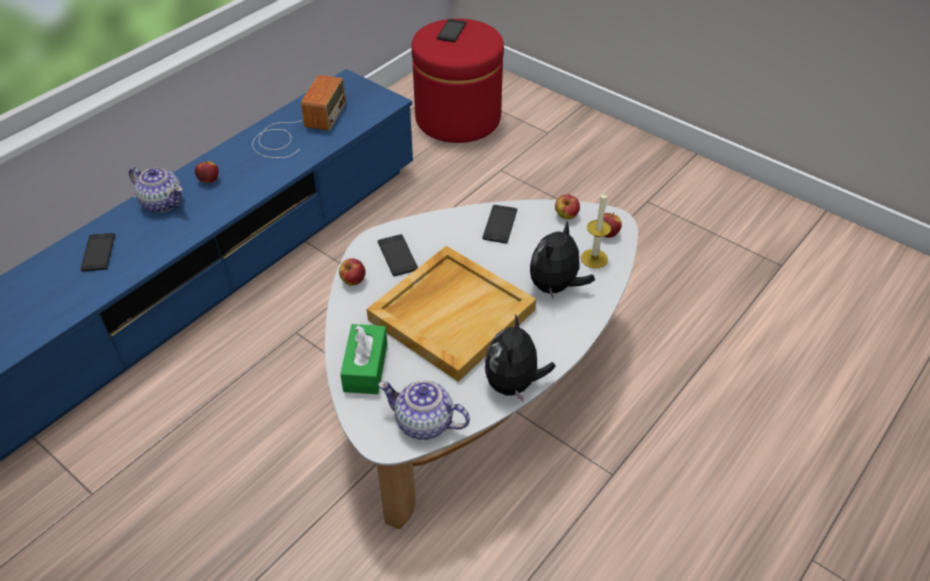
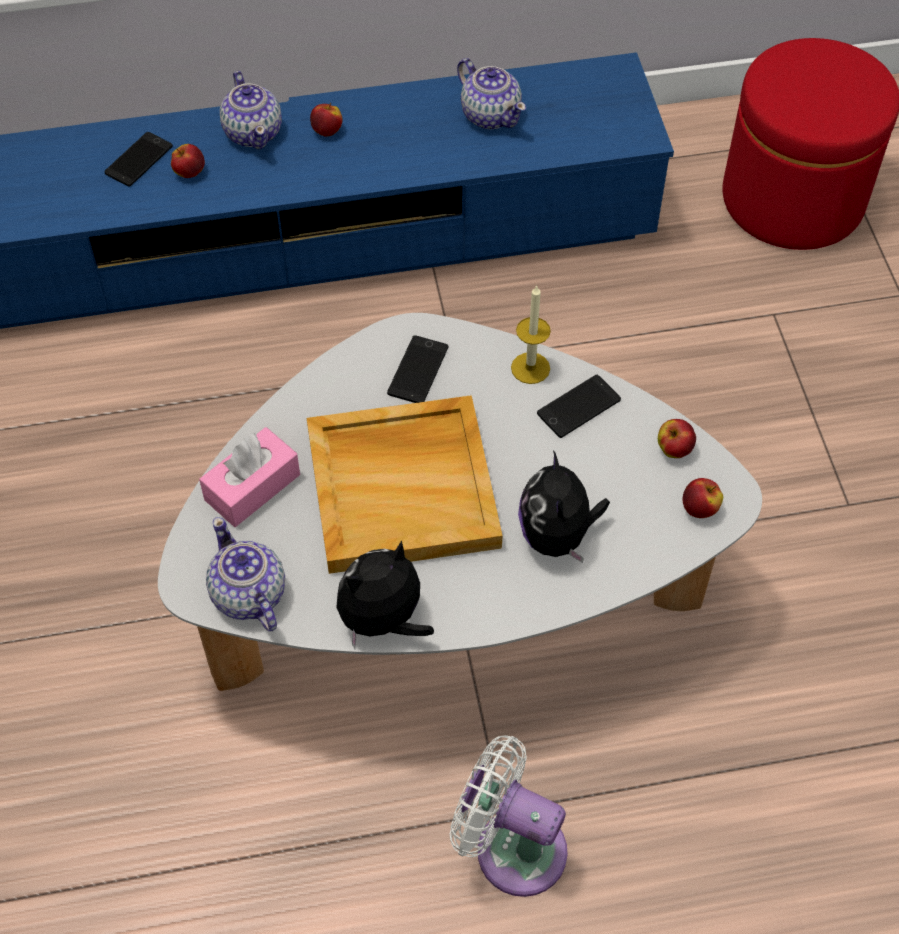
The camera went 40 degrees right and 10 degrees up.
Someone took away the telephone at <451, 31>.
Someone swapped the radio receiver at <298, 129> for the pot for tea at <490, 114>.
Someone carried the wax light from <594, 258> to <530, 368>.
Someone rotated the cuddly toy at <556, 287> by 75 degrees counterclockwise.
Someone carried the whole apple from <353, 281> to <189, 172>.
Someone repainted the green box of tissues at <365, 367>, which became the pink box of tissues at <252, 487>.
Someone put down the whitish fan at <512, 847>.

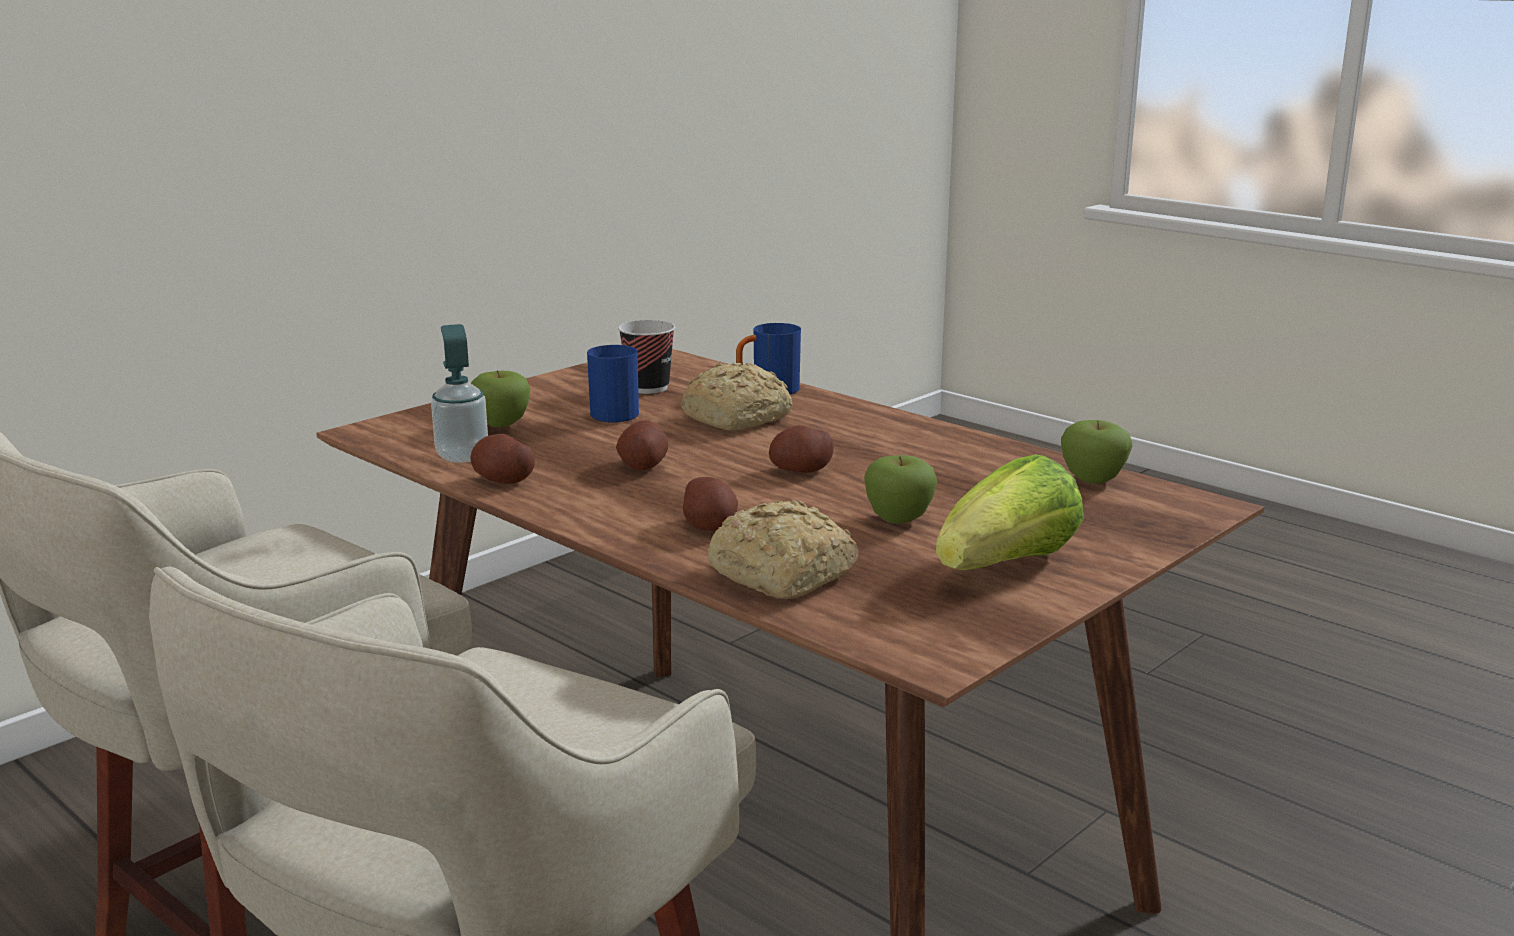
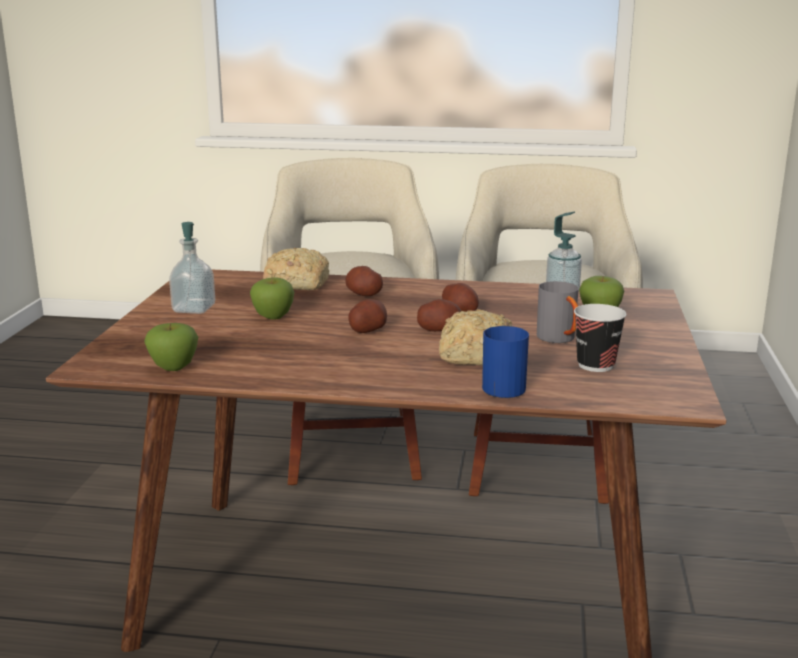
The camera went 145 degrees right and 0 degrees up.
Someone repainted the blue coffee mug at <617, 412>, which became the gray coffee mug at <560, 340>.
Someone carried the potato from <503, 480> to <439, 330>.
Someone swapped the head of lettuce at <1007, 566> for the soap bottle at <194, 309>.

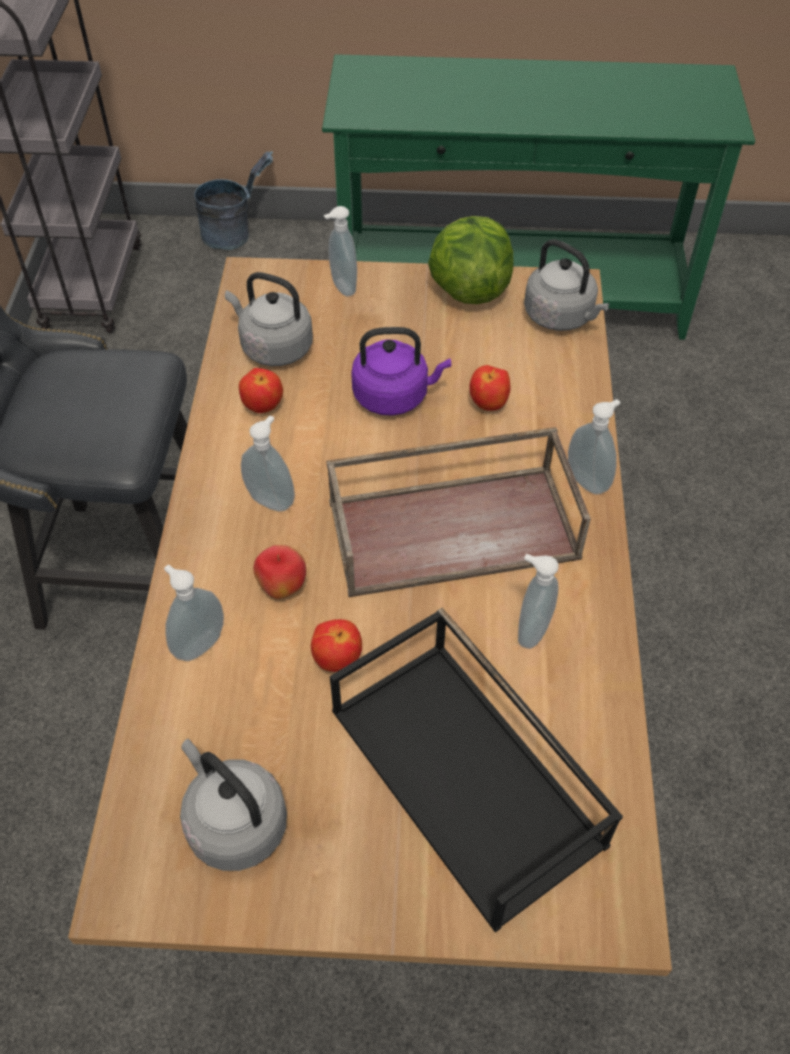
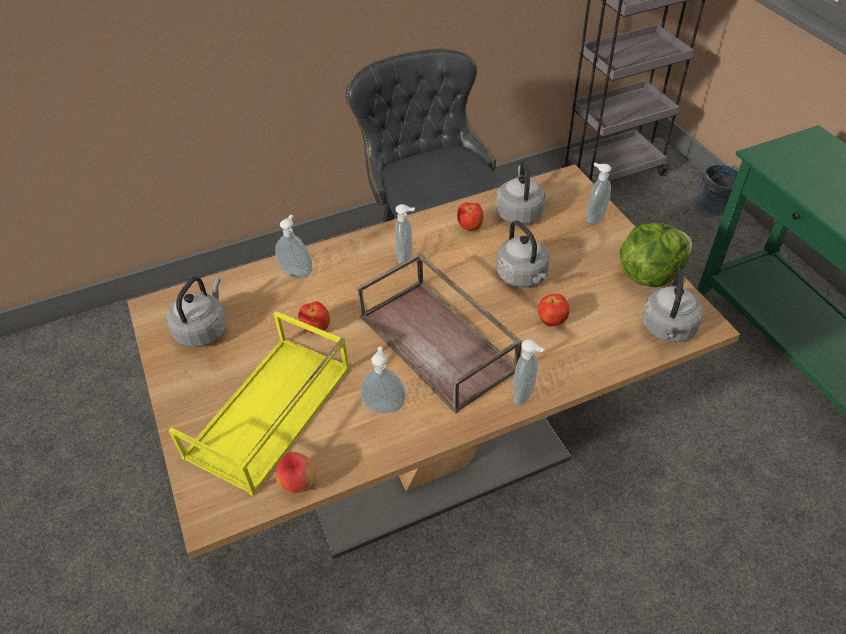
The camera went 65 degrees right and 5 degrees down.
Someone repainted the purple water kettle at <395, 396>, which became the gray water kettle at <523, 276>.
Someone carried the whole apple from <282, 587> to <299, 484>.
Someone repainted the blackish carrying tray at <469, 777>, which became the yellow carrying tray at <270, 413>.

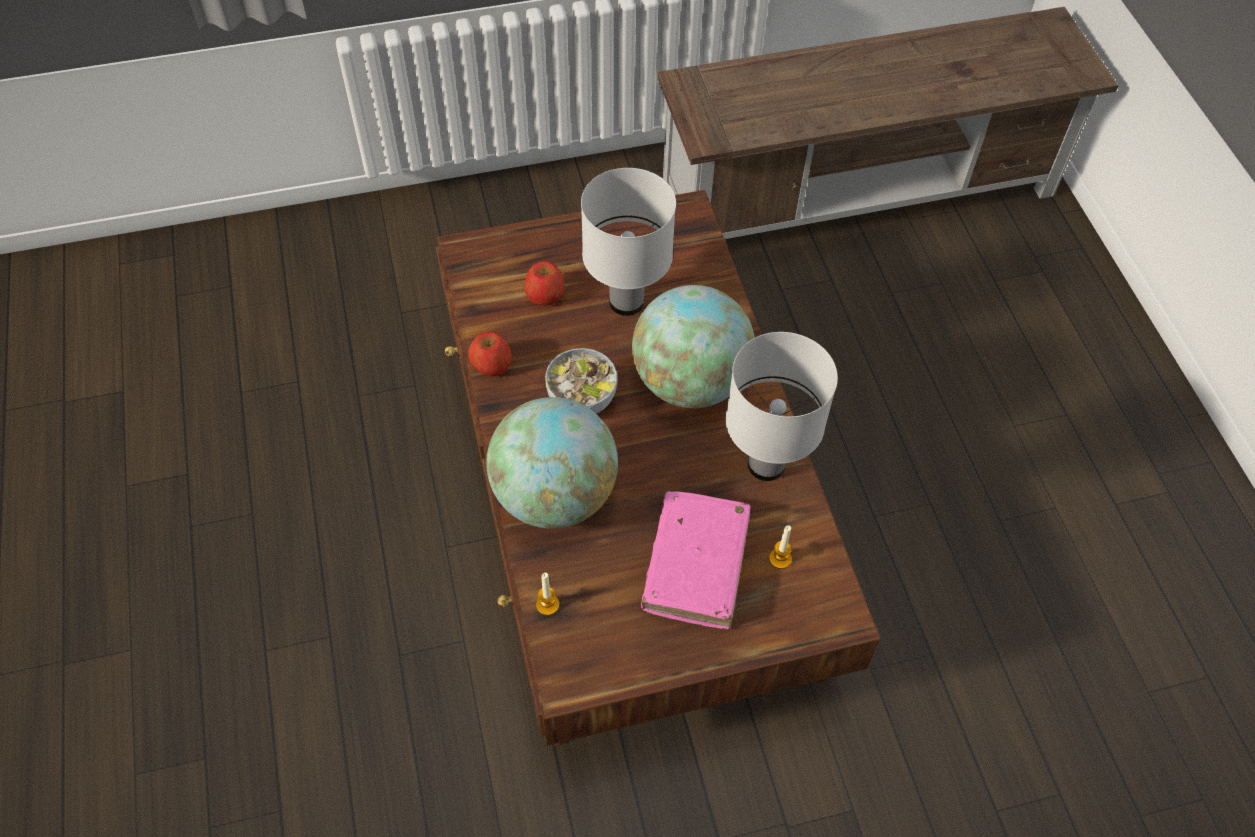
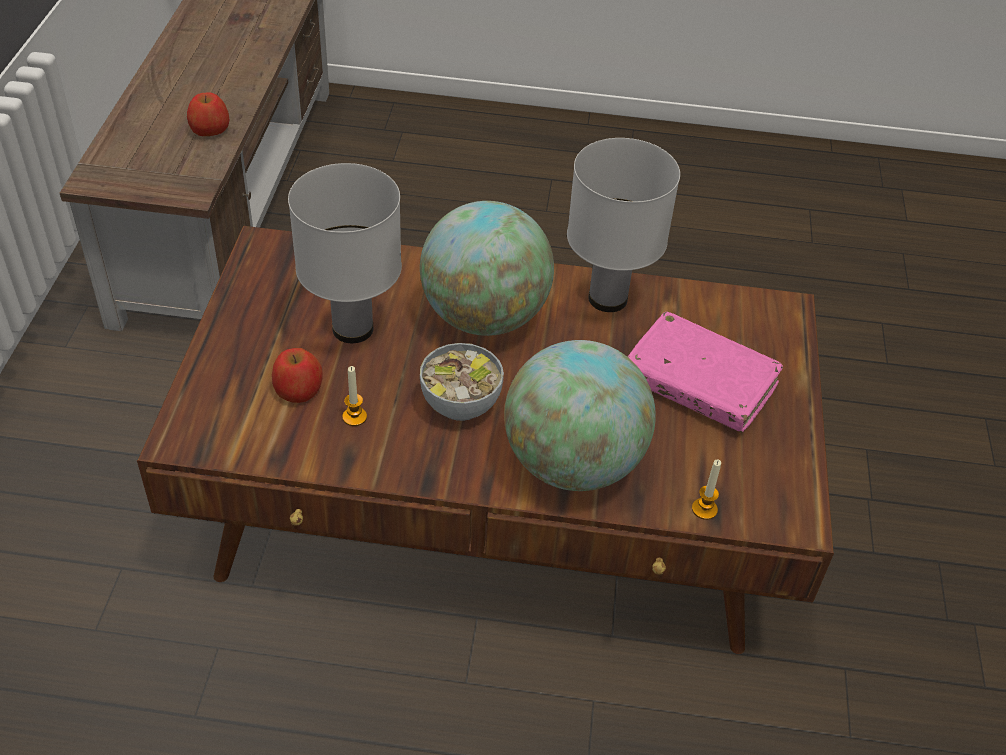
The camera went 70 degrees left and 10 degrees down.
Someone carried the whole apple from <491, 364> to <209, 130>.
Someone carried the wax light from <780, 559> to <354, 417>.

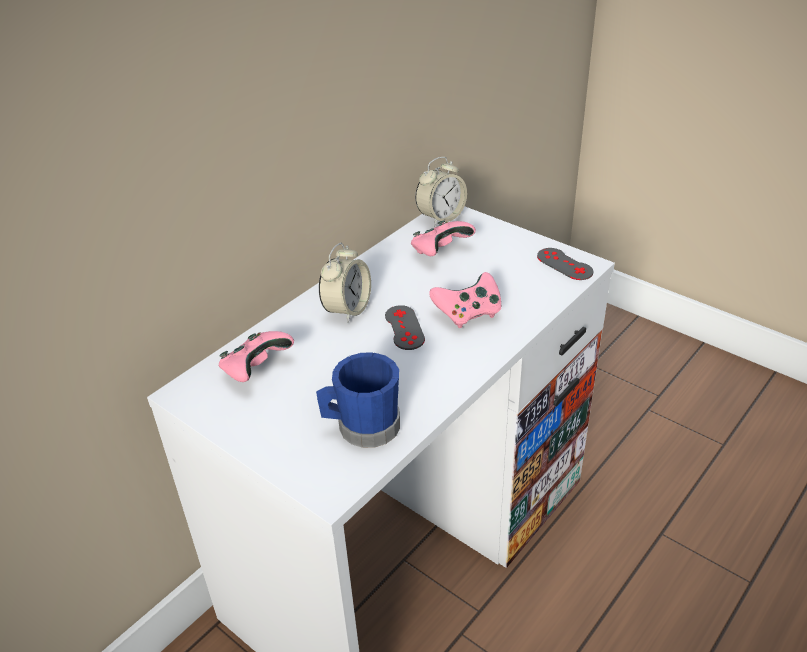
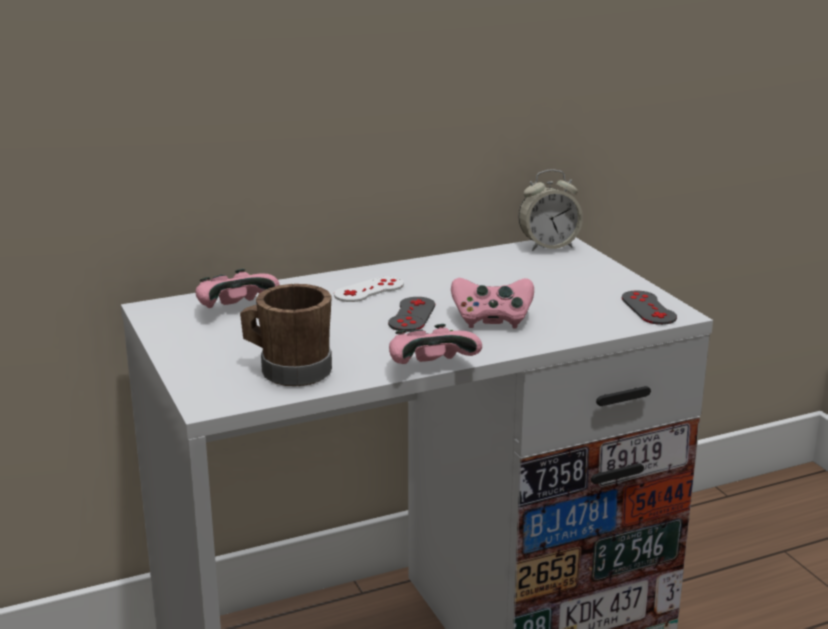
The camera went 25 degrees right and 15 degrees down.
Someone carried the pink gamepad from <440, 251> to <431, 368>.
Someone swapped the alarm clock at <347, 309> for the whitish gamepad at <369, 290>.
Someone repainted the blue coffee mug at <362, 427>, which became the brown-coloured coffee mug at <288, 370>.

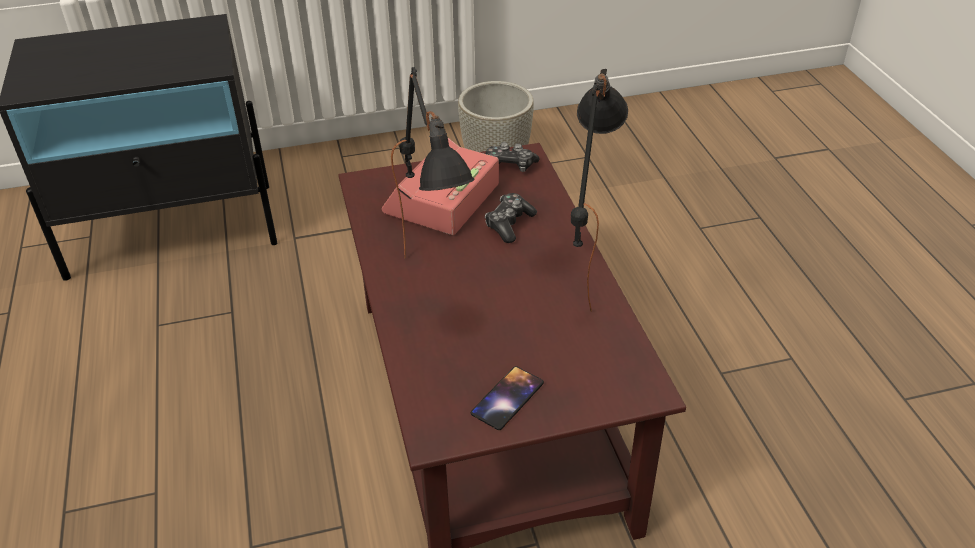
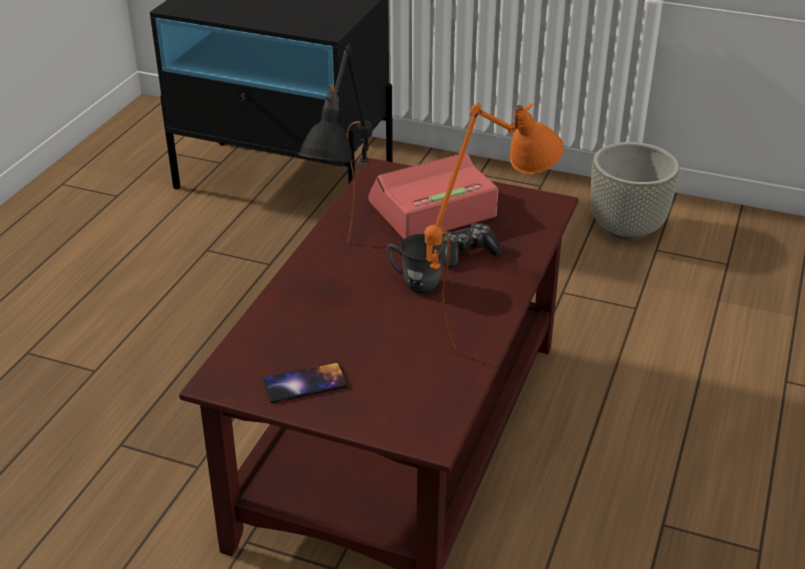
The camera went 35 degrees right and 5 degrees down.
Someone repainted the blackish lamp for a table at <582, 274>, which became the orange lamp for a table at <483, 320>.
Someone took away the gamepad at <510, 165>.
Someone put down the gray coffee mug at <414, 283>.

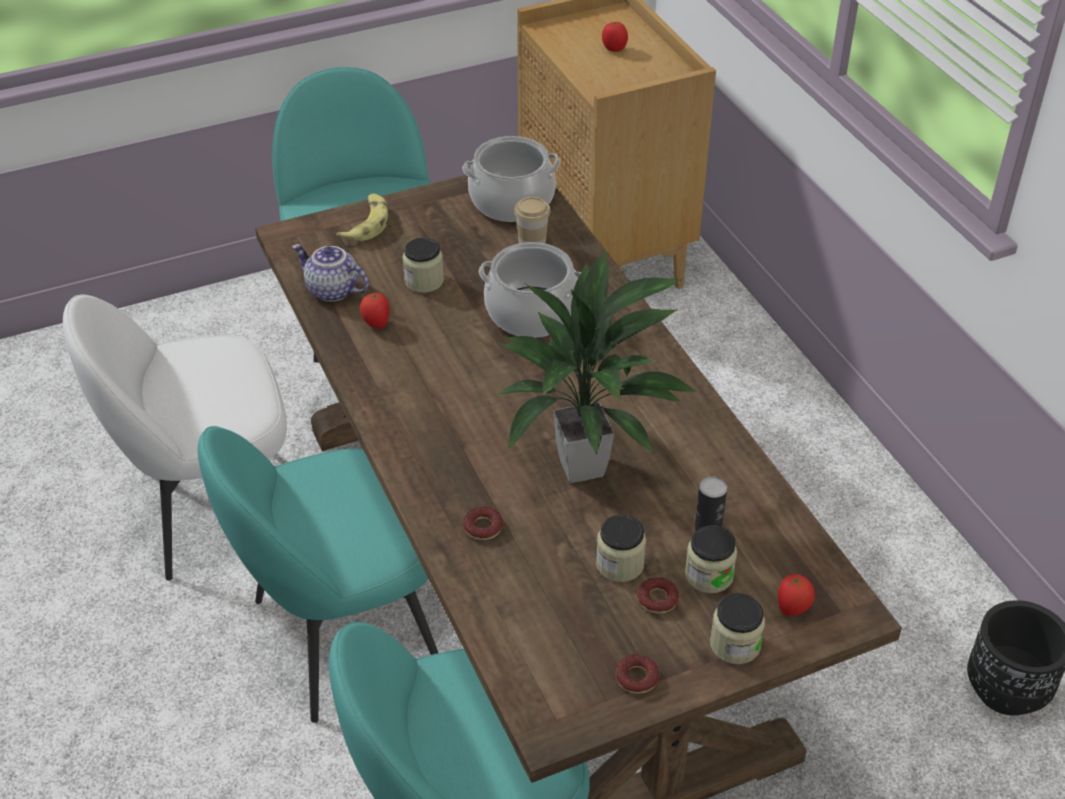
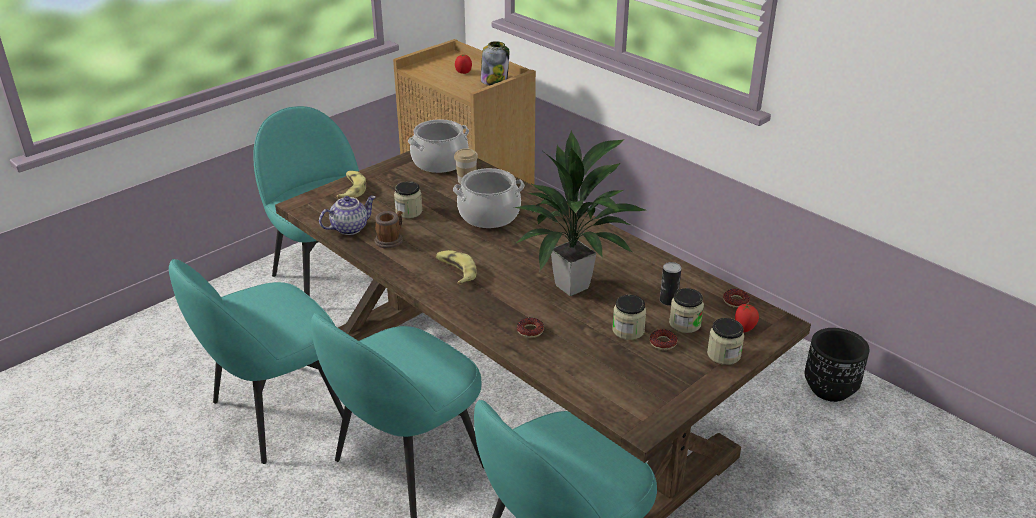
The camera went 20 degrees left and 10 degrees down.
Someone rotated the pot for tea at <331, 291> by 135 degrees clockwise.
Someone swapped the tomato at <376, 324> for the coffee mug at <391, 239>.
Someone repainted the whitish chair at <211, 509>, which became the turquoise-coloured chair at <275, 413>.
Someone carried the donut from <636, 678> to <735, 301>.
Someone put down the preserve jar at <494, 81>.
Someone put down the whole banana at <455, 271>.

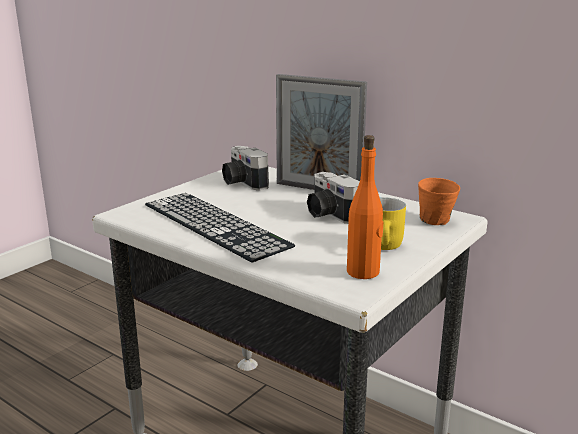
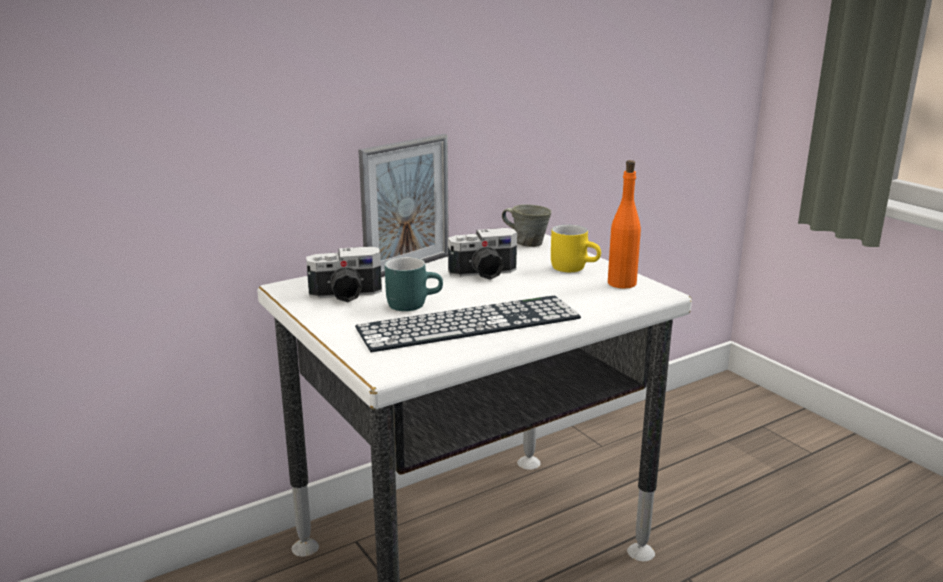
The camera went 70 degrees left and 0 degrees up.
Someone repainted the orange coffee mug at <435, 219>, which became the gray coffee mug at <527, 242>.
Someone put down the turquoise-coloured coffee mug at <412, 303>.

